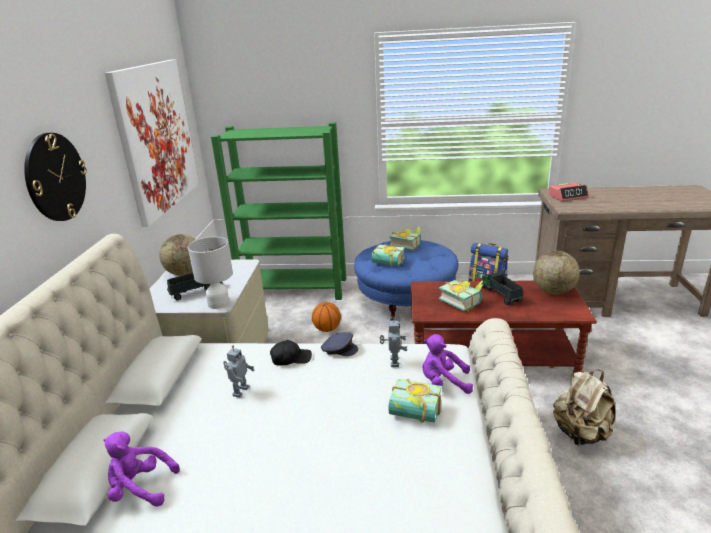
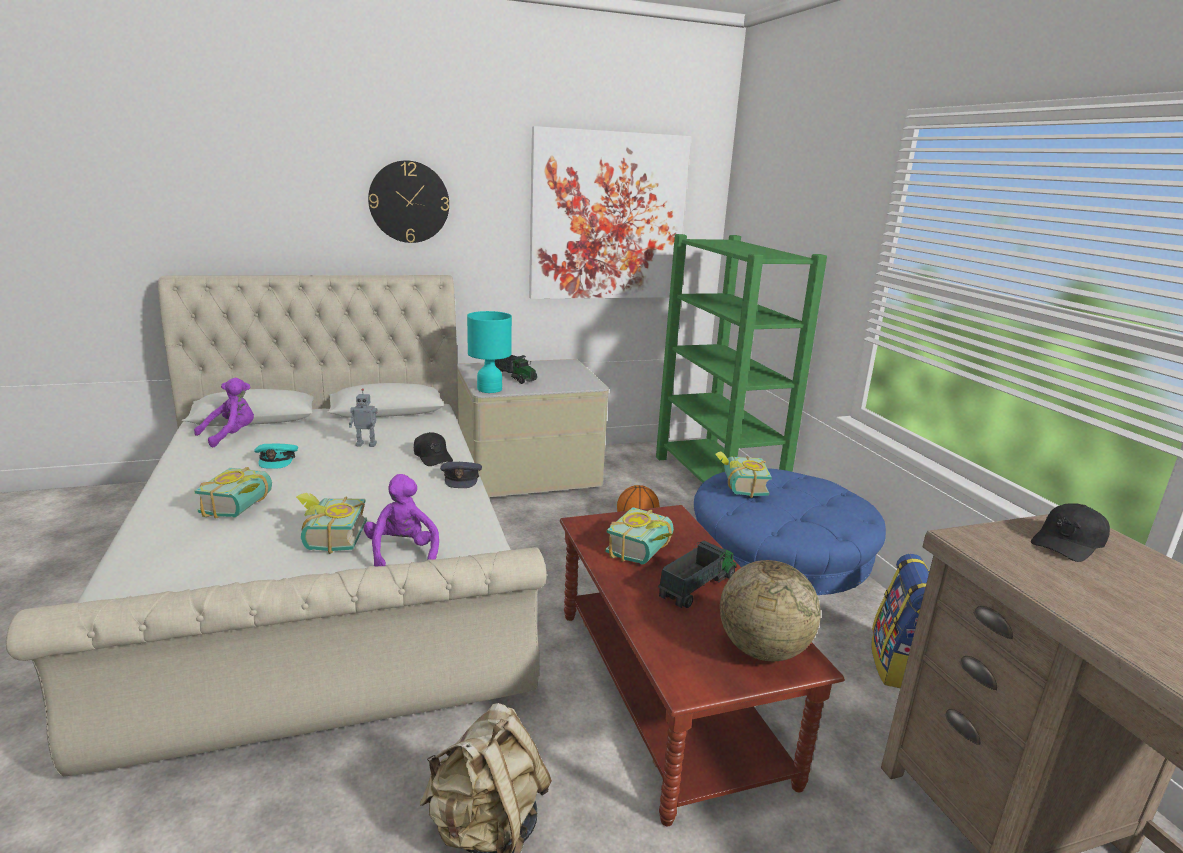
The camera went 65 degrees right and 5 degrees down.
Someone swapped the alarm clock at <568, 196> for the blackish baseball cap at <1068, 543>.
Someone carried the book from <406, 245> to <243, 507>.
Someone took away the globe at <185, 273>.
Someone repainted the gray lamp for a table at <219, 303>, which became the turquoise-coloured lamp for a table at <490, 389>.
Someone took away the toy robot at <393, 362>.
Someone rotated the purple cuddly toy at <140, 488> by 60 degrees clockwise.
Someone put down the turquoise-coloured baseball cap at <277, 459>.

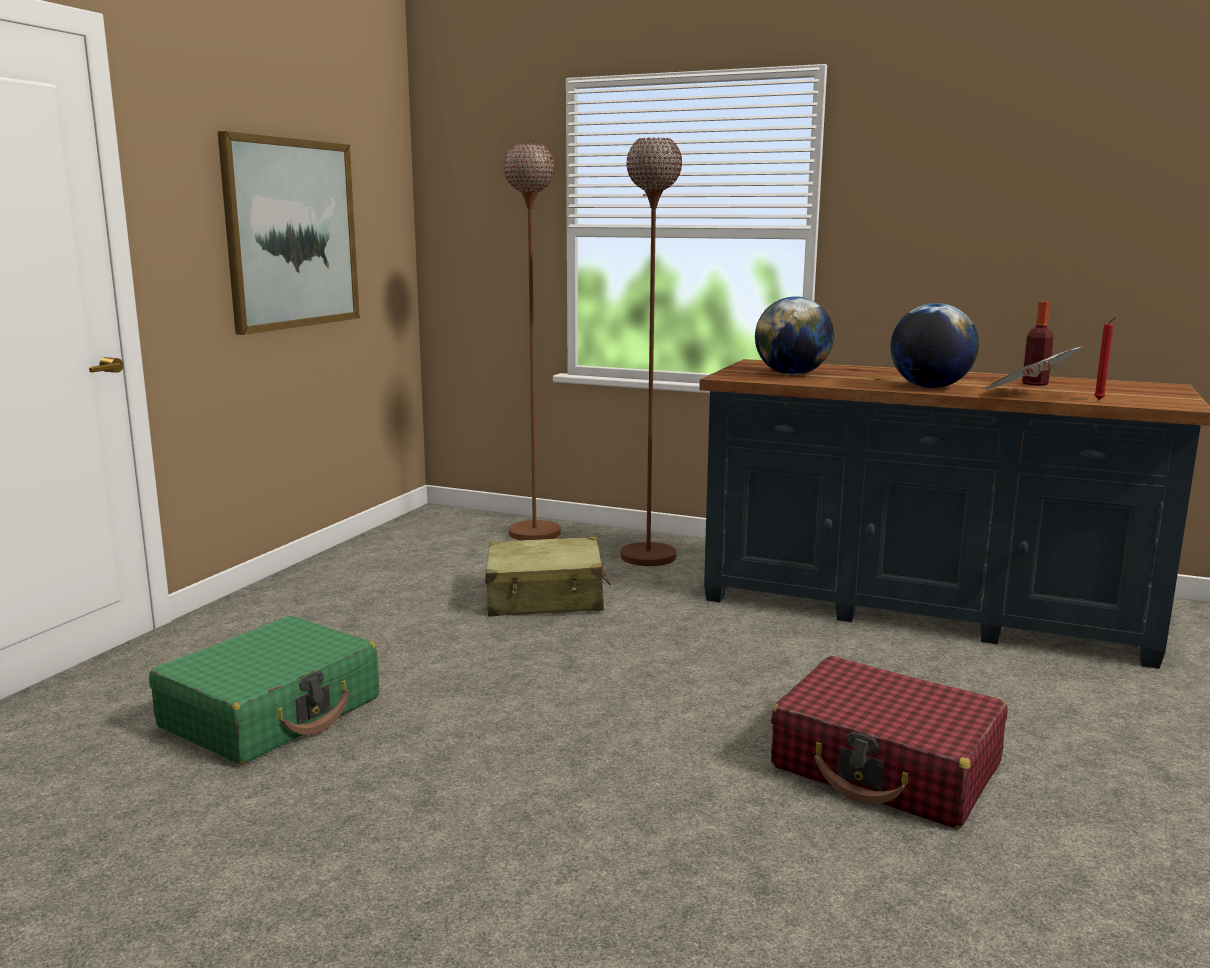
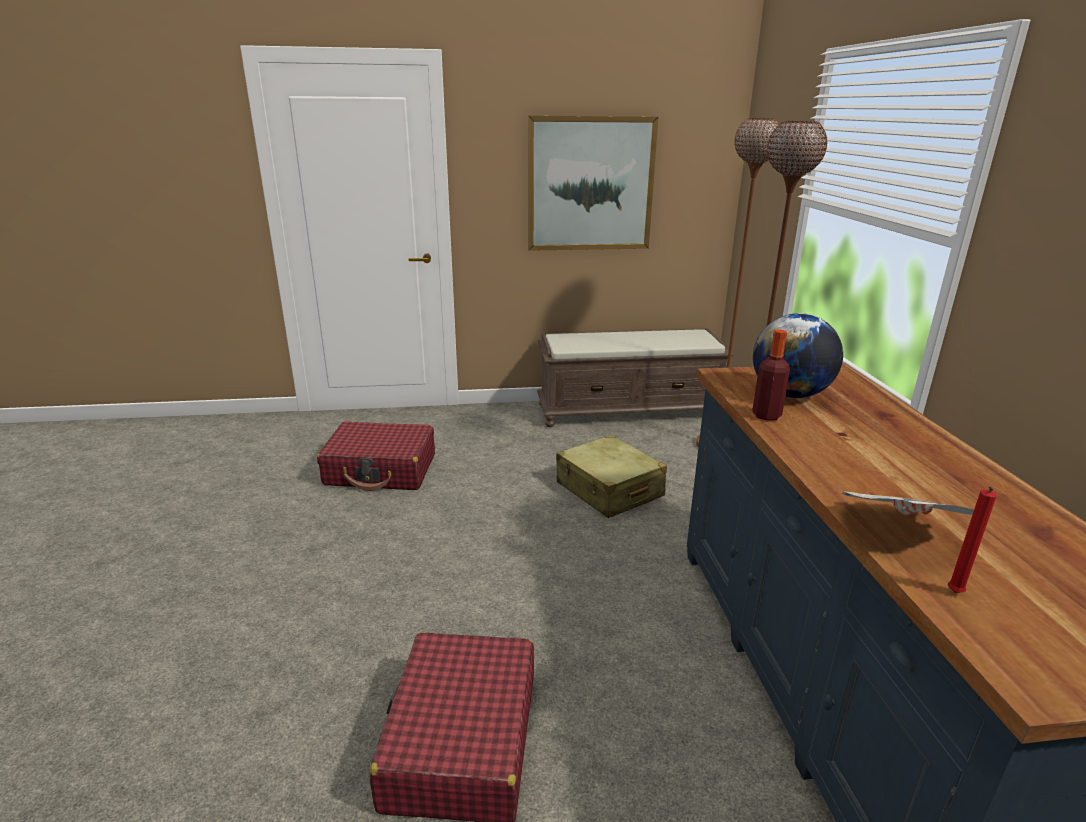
The camera went 60 degrees right and 10 degrees up.
Someone carried the beverage bottle from <1035, 384> to <766, 415>.
Someone took away the globe at <930, 387>.
Someone repainted the green piece of luggage at <272, 712>, which became the red-coloured piece of luggage at <381, 470>.
Someone put down the brown-coloured long seat at <629, 410>.

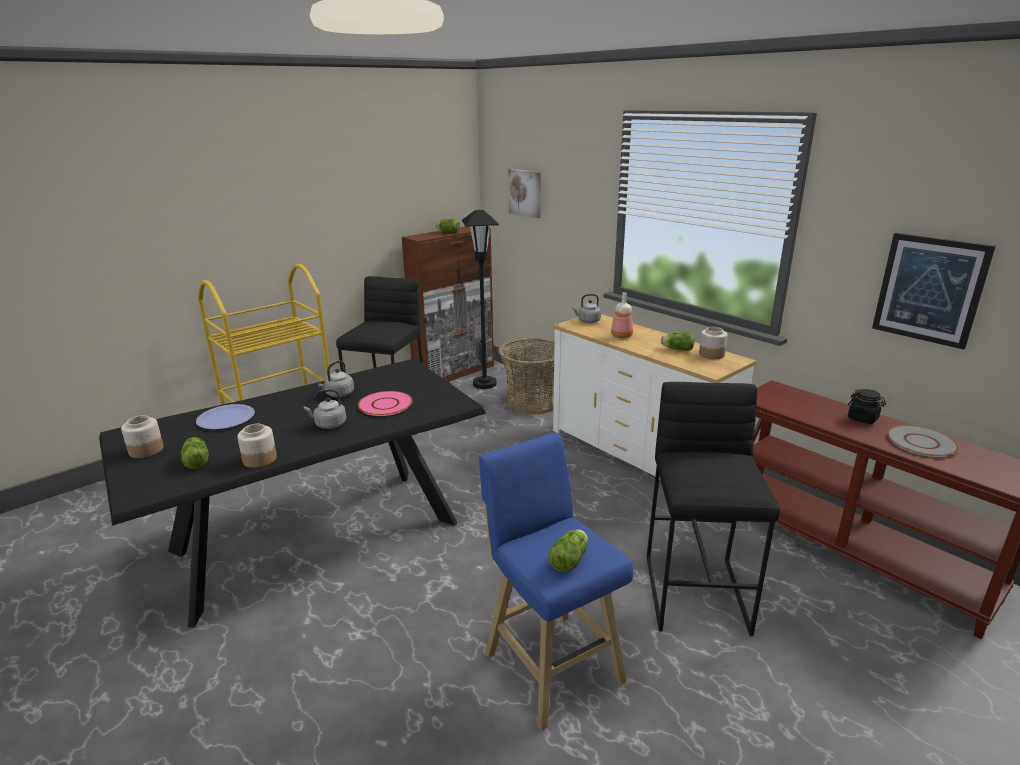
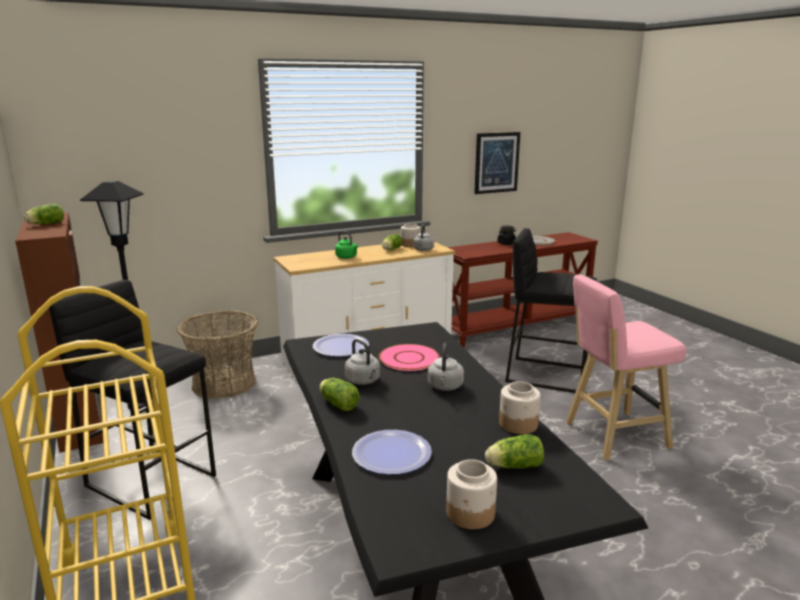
The camera went 75 degrees left and 5 degrees down.
Someone took away the wall picture at <525, 193>.
Someone swapped the beverage bottle at <622, 336> for the green water kettle at <347, 257>.
Someone carried the gray water kettle from <587, 321> to <423, 250>.
Someone repainted the blue stool seat at <550, 663>, which became the pink stool seat at <612, 436>.
Someone carried the head of lettuce from <570, 559> to <337, 403>.
Someone put down the flat dish at <341, 347>.

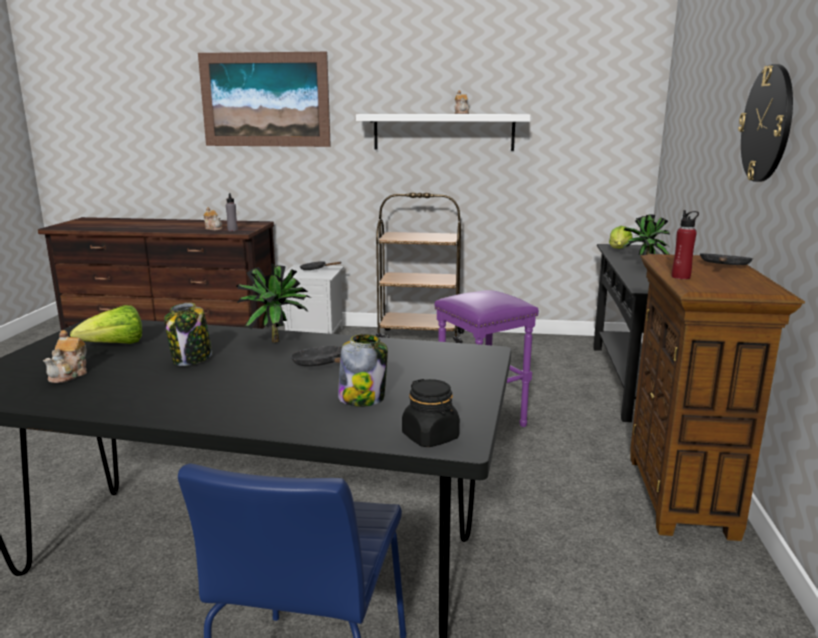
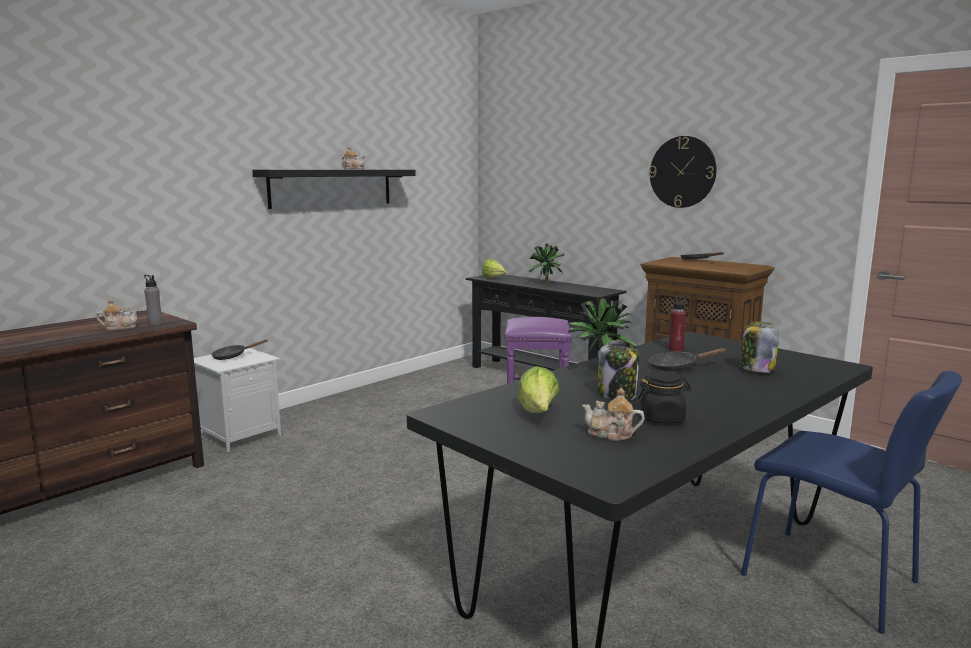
The camera went 55 degrees left and 5 degrees down.
Someone took away the wall picture at <265, 100>.
Someone repainted the whitish shelf at <443, 132>, which became the blackish shelf at <332, 187>.
Someone took away the brown-coloured wheeled cart at <419, 337>.
Someone carried the red-coloured beverage bottle from <681, 277> to <676, 349>.
Someone rotated the pot for tea at <70, 374> by 150 degrees clockwise.
Someone carried the blackish preserve jar from <430, 437> to <662, 418>.

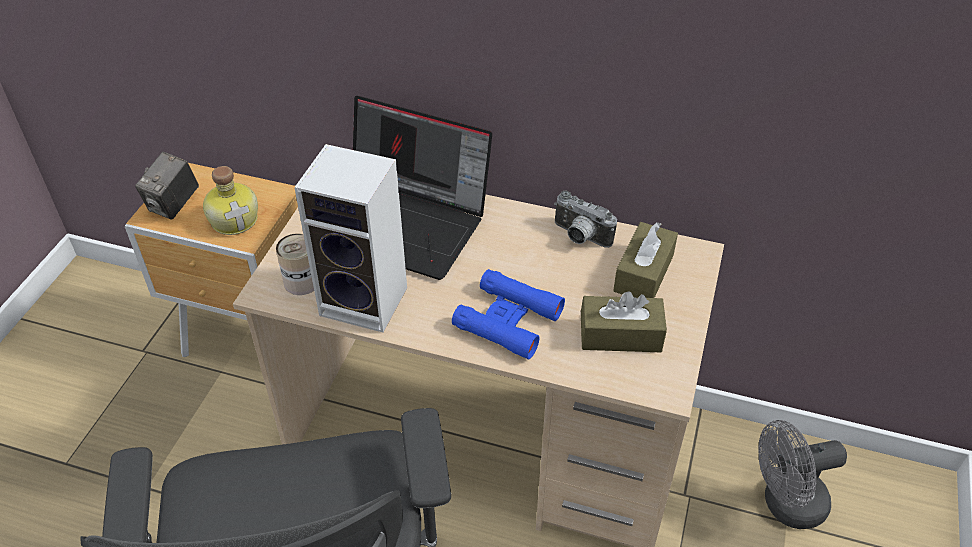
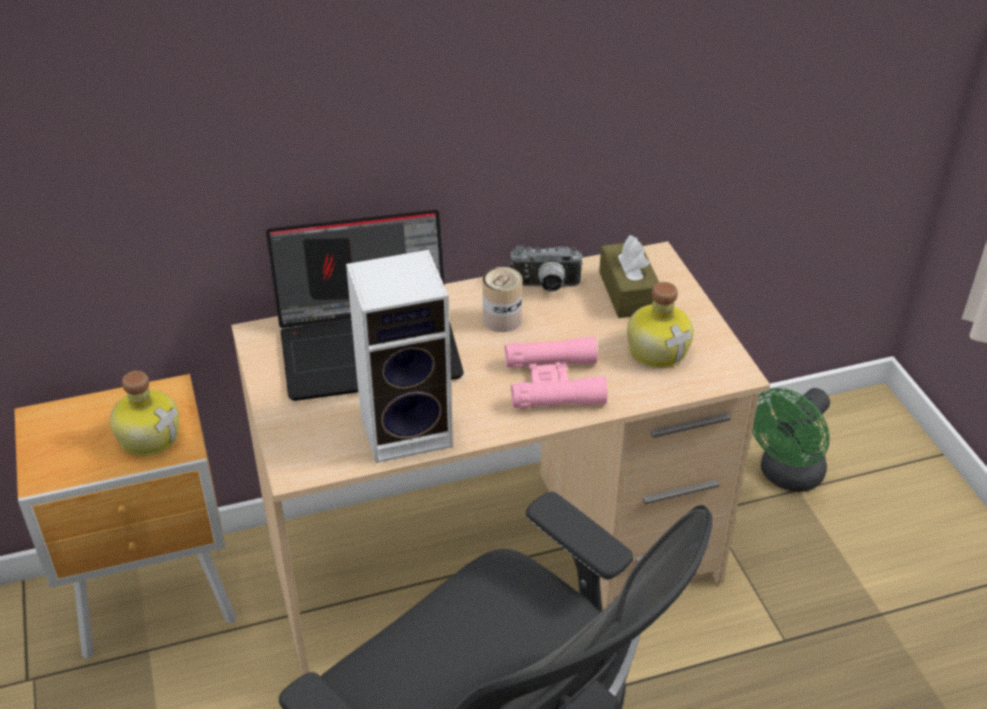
The camera went 35 degrees left and 5 degrees down.
Someone took away the photo camera at <174, 205>.
Someone carried the metal can from <302, 281> to <502, 319>.
Someone repainted the blue pair of binoculars at <508, 320>, which became the pink pair of binoculars at <554, 382>.
Someone swapped the brown-coloured box of tissues at <620, 335> for the beverage bottle at <658, 349>.
Someone repainted the gray fan at <785, 504>, which became the green fan at <786, 476>.

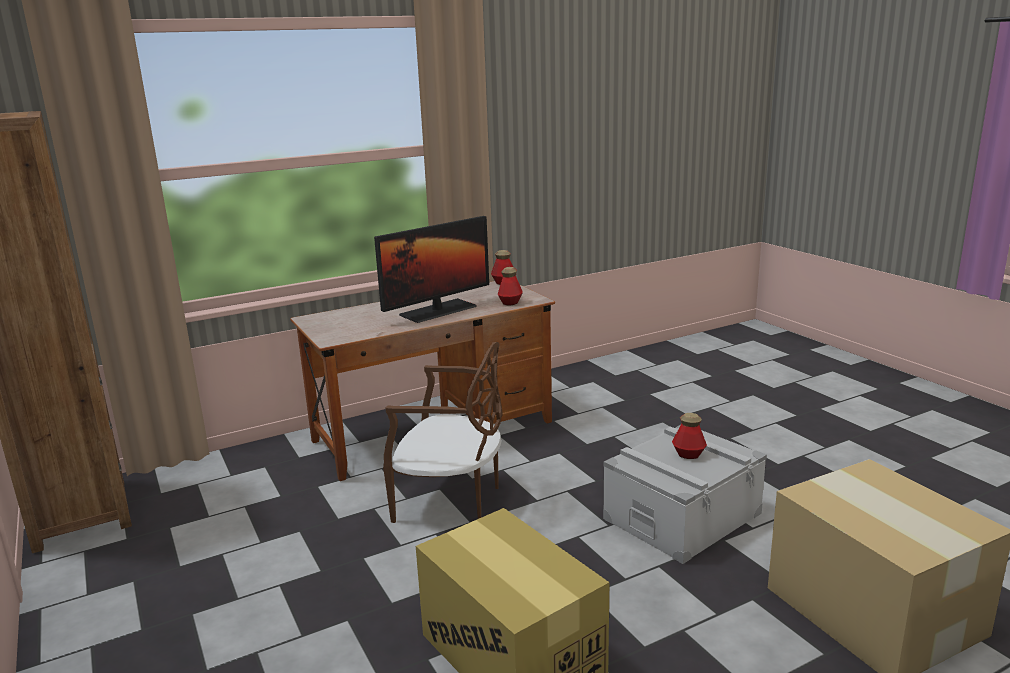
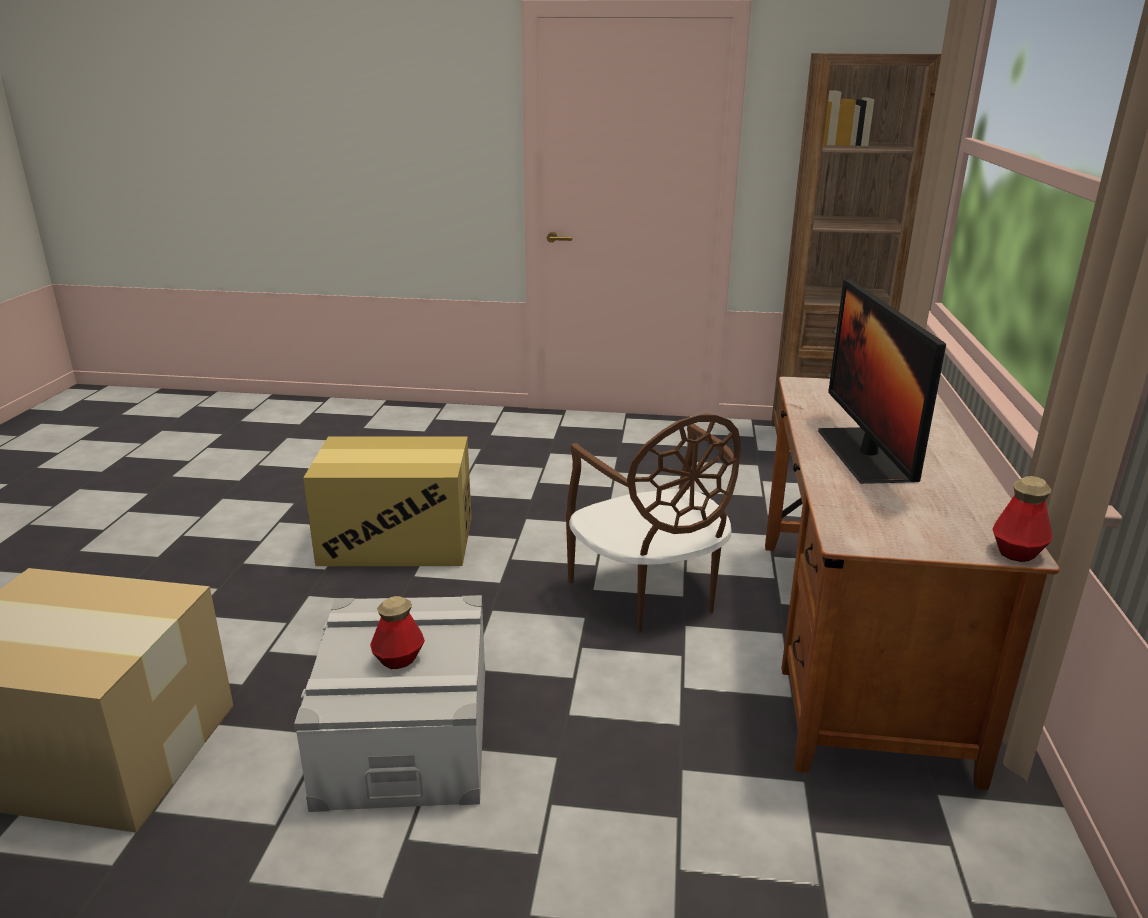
The camera went 125 degrees right and 5 degrees up.
Someone took away the beverage bottle at <510, 303>.
Someone rotated the brown-coloured chair at <451, 500> by 75 degrees counterclockwise.

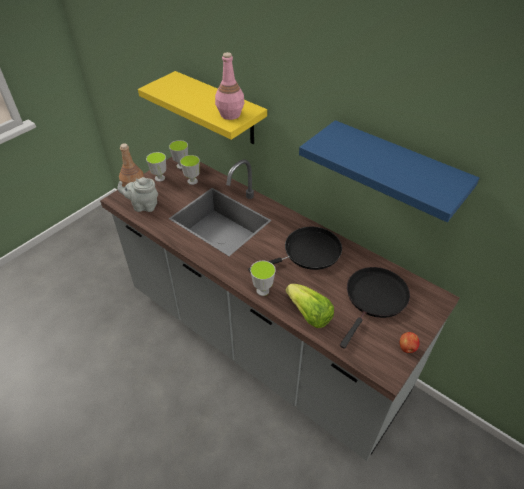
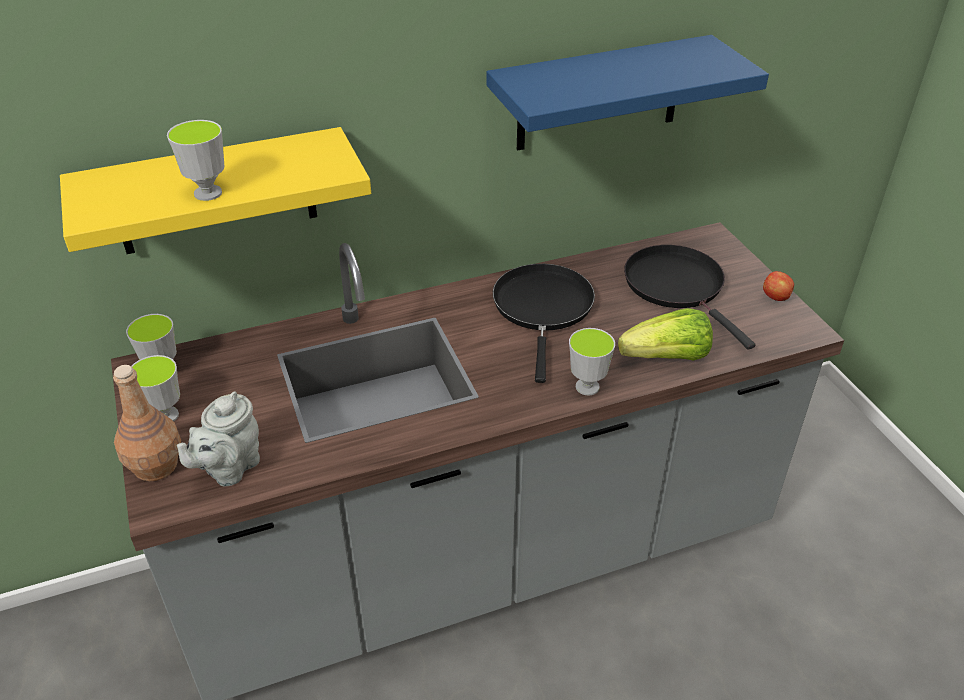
The camera went 60 degrees left and 5 degrees down.
Someone took away the pink beverage bottle at <230, 114>.
Someone carried the small cup from <192, 181> to <208, 193>.

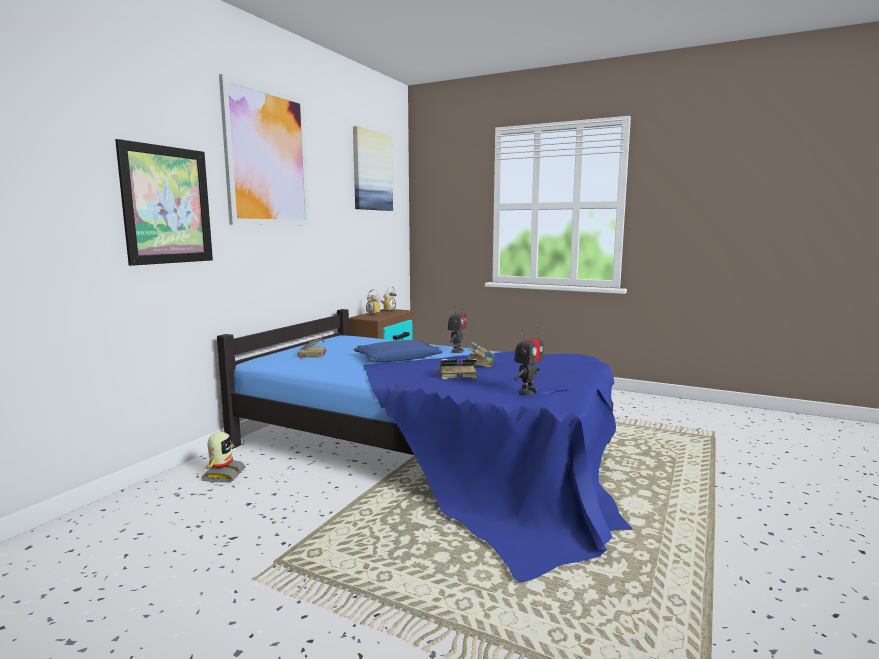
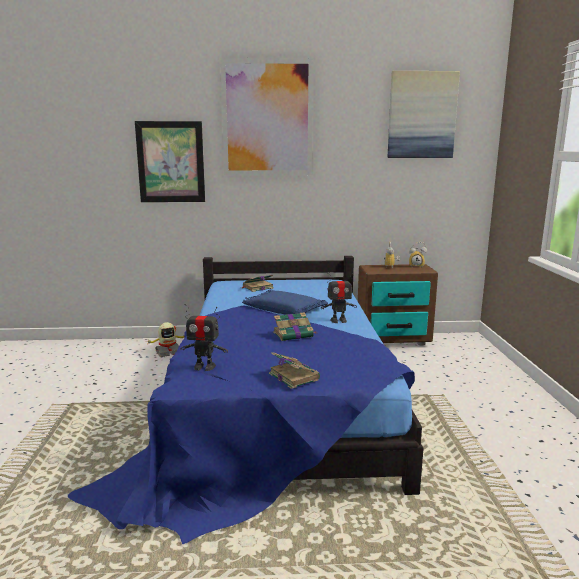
The camera went 60 degrees right and 5 degrees up.
Someone carried the book from <457, 375> to <293, 376>.

